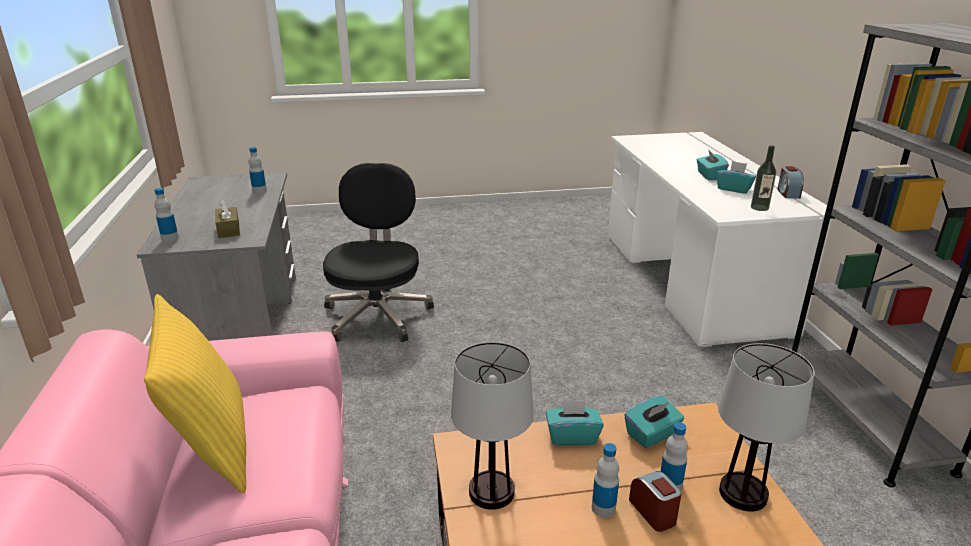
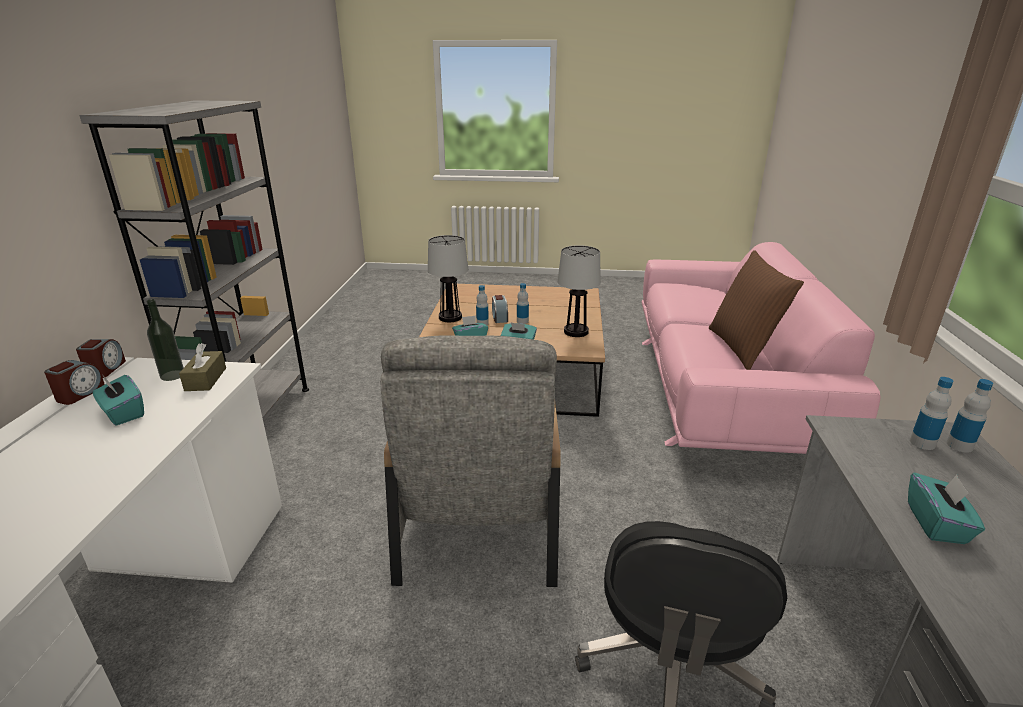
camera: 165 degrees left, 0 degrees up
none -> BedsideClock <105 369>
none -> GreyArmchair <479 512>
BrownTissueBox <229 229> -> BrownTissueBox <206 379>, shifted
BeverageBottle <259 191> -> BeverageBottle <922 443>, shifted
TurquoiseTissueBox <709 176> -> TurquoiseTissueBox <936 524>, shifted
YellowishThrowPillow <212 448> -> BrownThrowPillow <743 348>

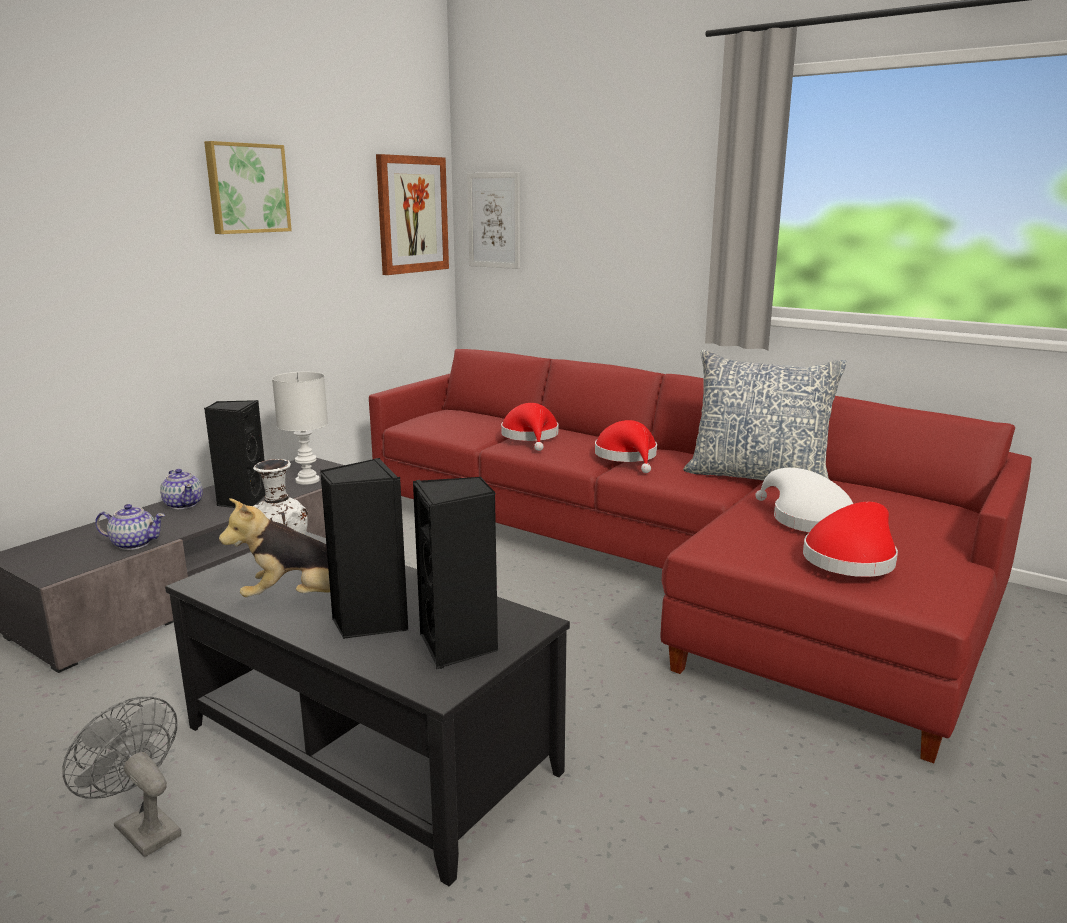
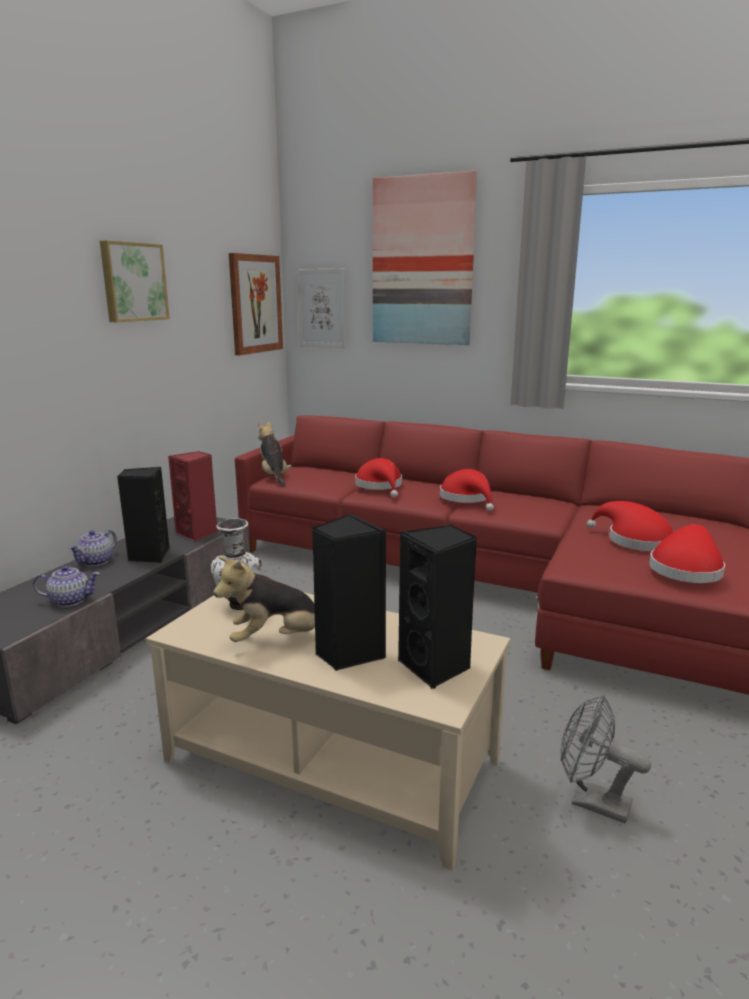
camera: 10 degrees left, 0 degrees up
ThrowPillow <757 476> -> none
none -> CuddlyToy <274 476>
none -> WallPicture <422 262>
GreyFan <141 827> -> GreyFan <591 802>, shifted
WhiteTableLamp <308 480> -> RedColouredSpeaker <198 533>
BlackishLoungeTable <372 747> -> SandColouredLoungeTable <332 759>
WhiteHat <807 519> -> RedColouredHat <634 540>
Teapot <183 504> -> Teapot <96 561>, 75 degrees clockwise

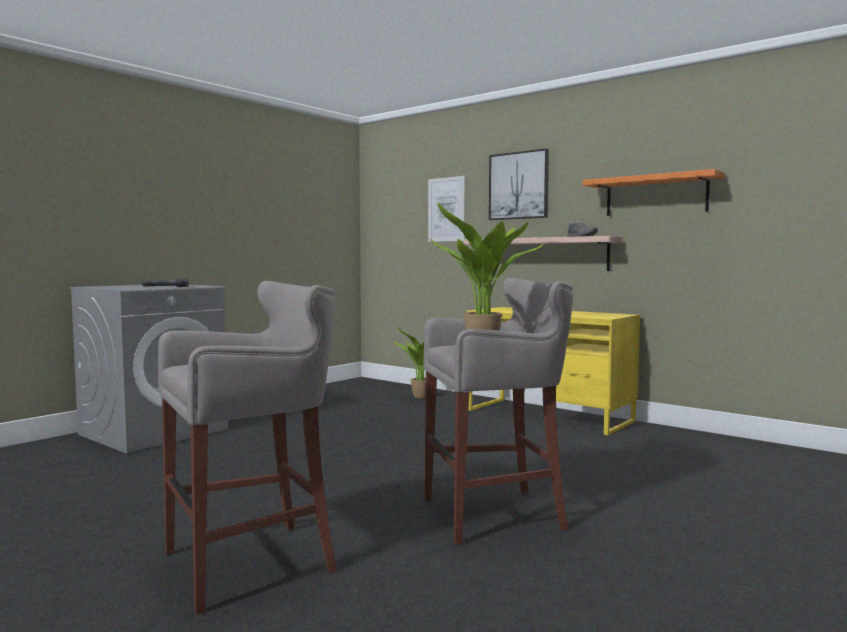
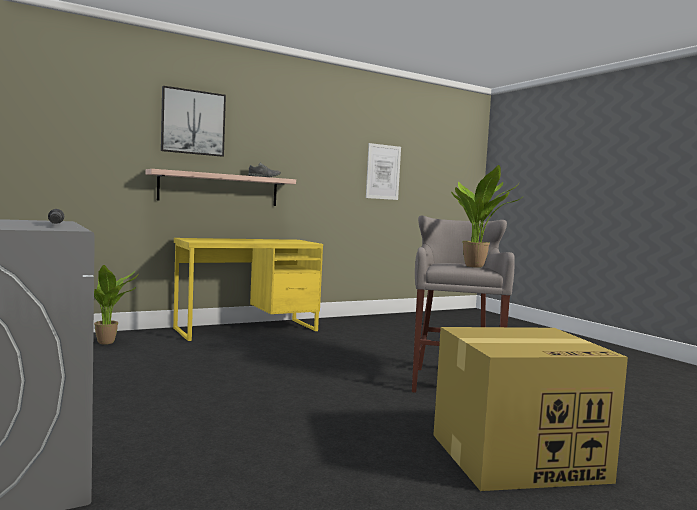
camera: 70 degrees left, 0 degrees up
OrangeWallShelf <656 195> -> none
WallPicture <446 209> -> WallPicture <383 172>, shifted
GreyStool <254 562> -> CardboardBox <519 457>

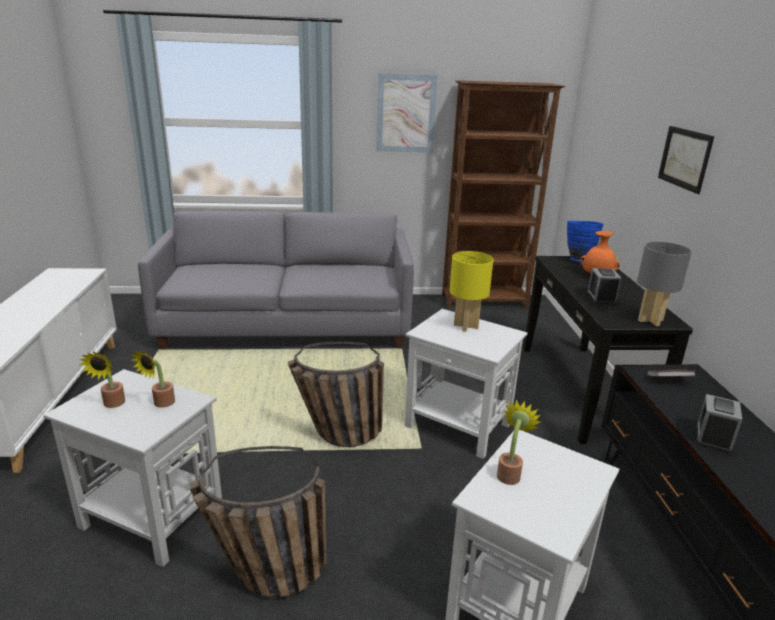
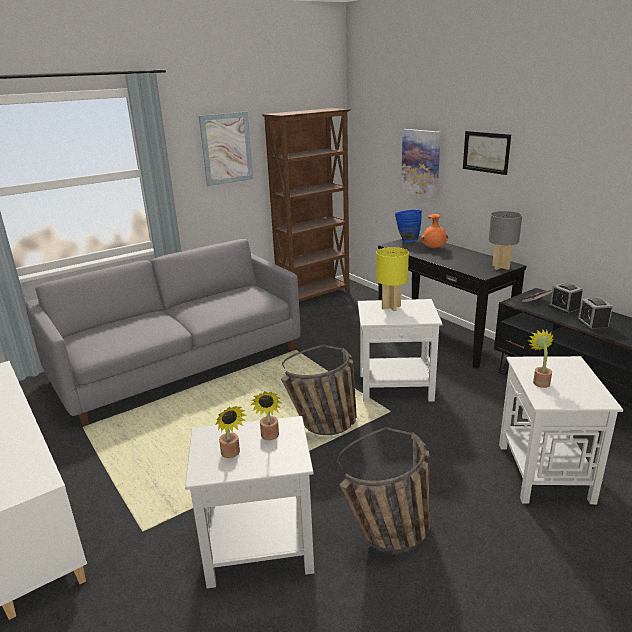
camera: 30 degrees left, 0 degrees up
none -> WallPicture <421 163>
BedsideClock <601 298> -> BedsideClock <564 308>, shifted

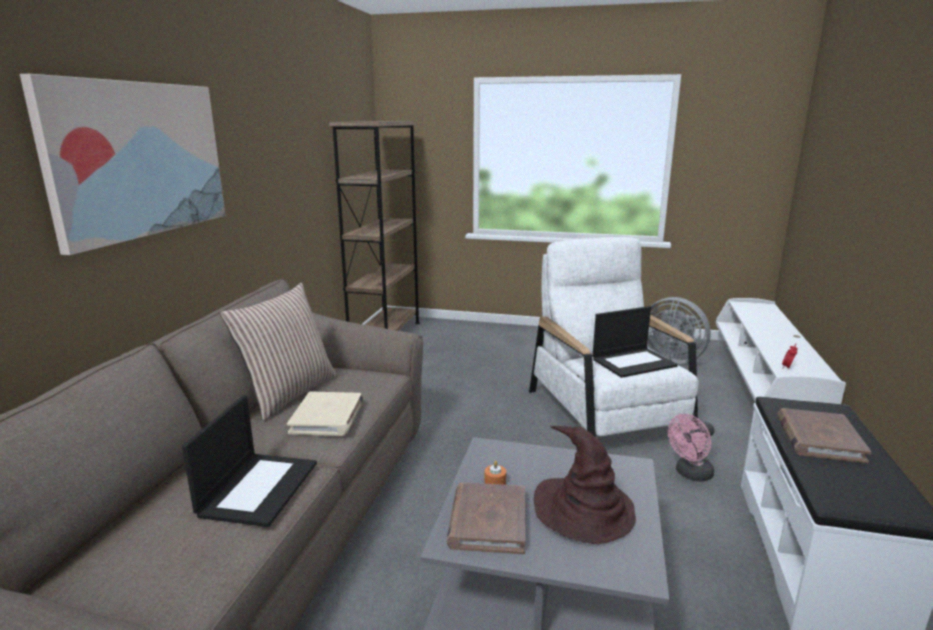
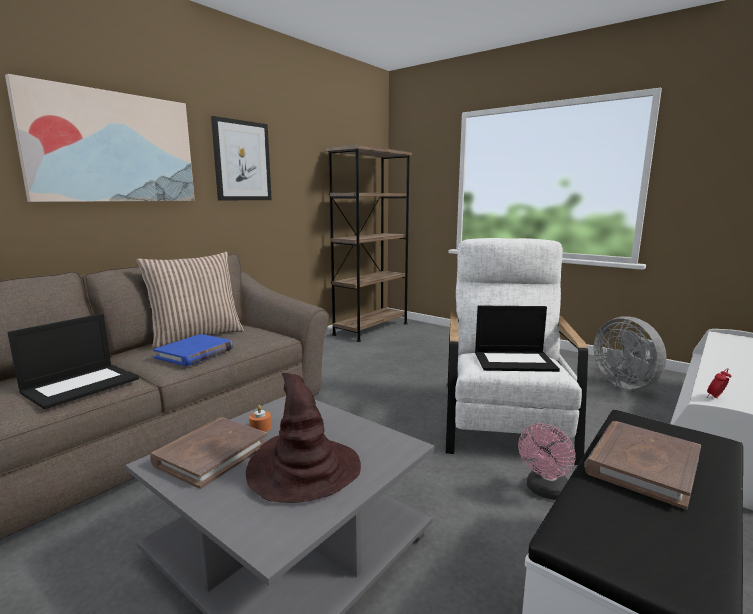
camera: 25 degrees right, 5 degrees down
none -> WallPicture <242 161>
SandColouredBoundBook <328 417> -> BlueBoundBook <195 353>
PinkFan <690 474> -> PinkFan <545 491>, 45 degrees counterclockwise

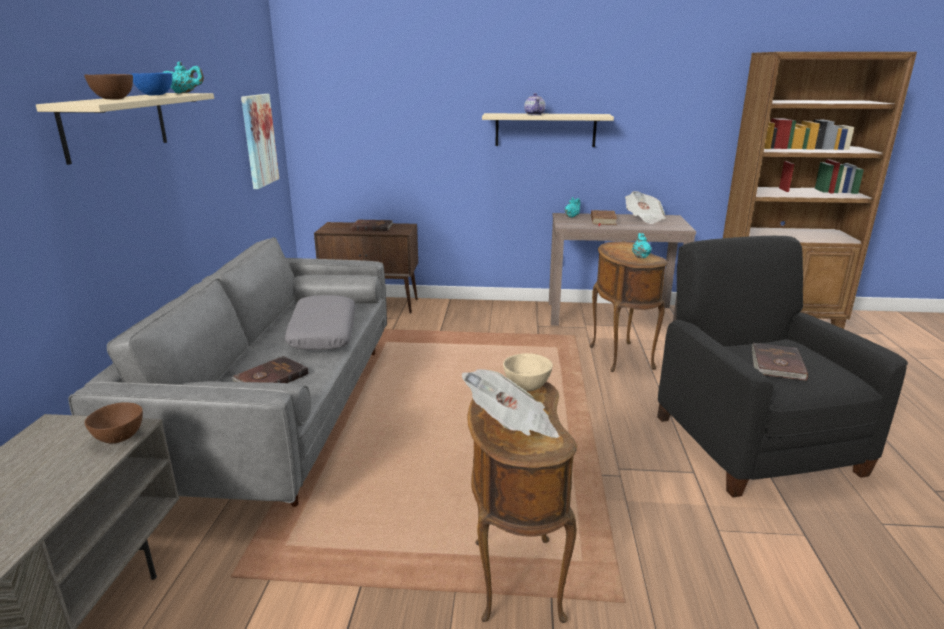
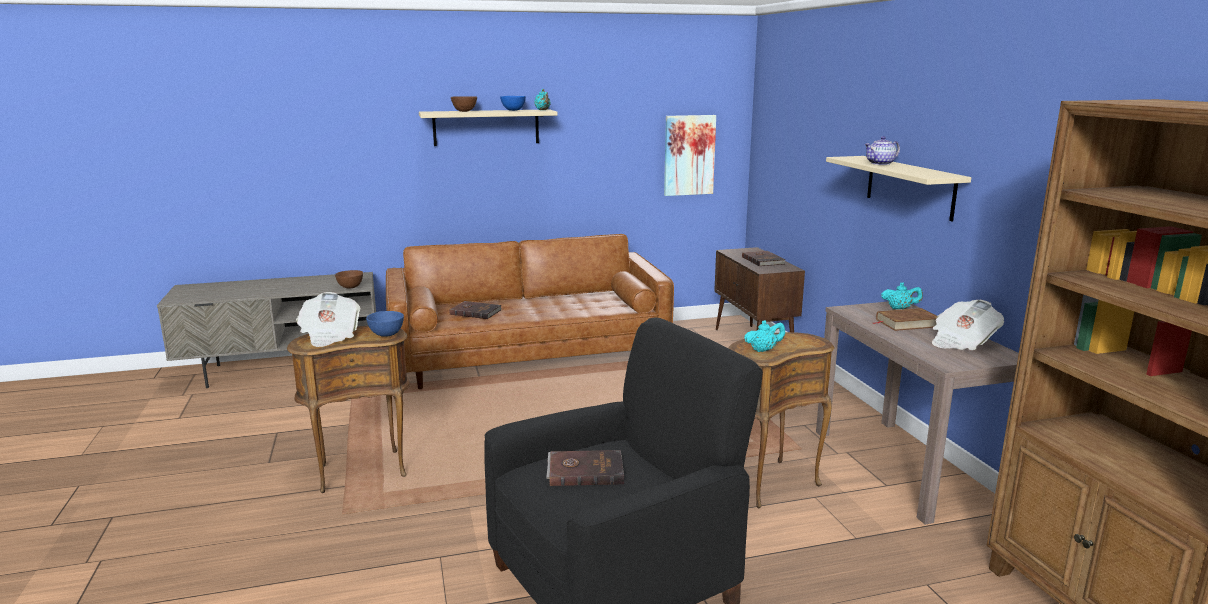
camera: 70 degrees right, 5 degrees down
GreyThrowPillow <322 333> -> none
GreySettee <279 412> -> BrownSettee <528 358>
SandColouredDeepDish <526 387> -> BlueDeepDish <386 334>

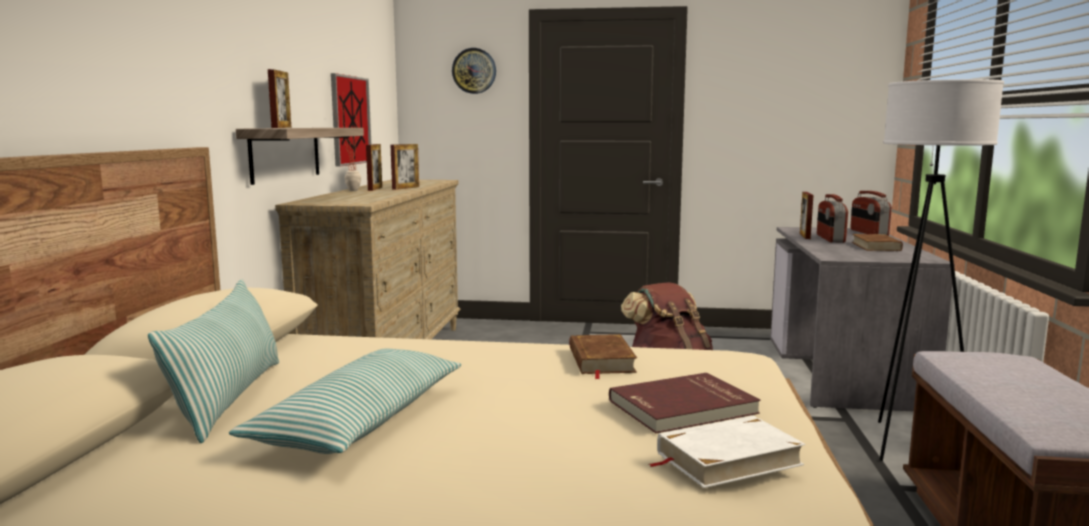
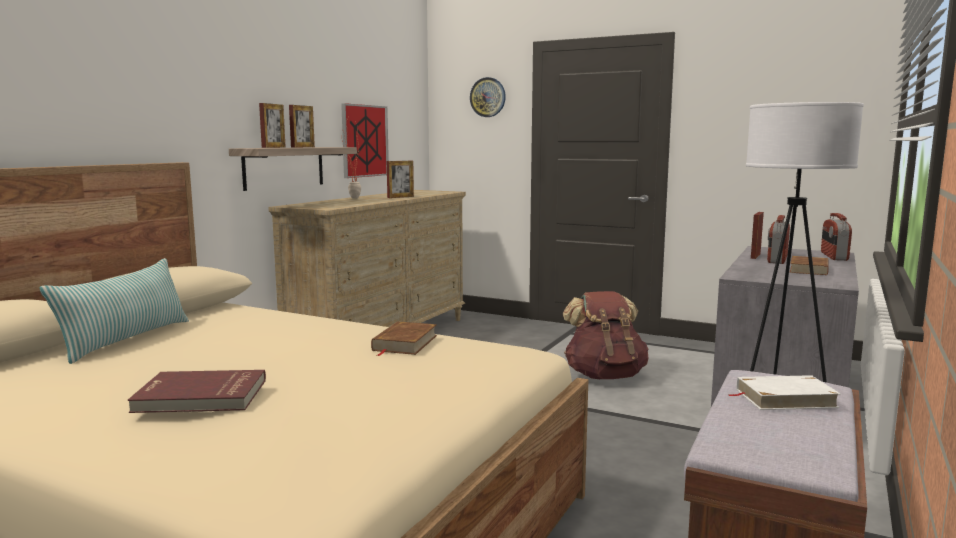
camera: 20 degrees right, 0 degrees up
ThrowPillow <361 421> -> none
StandingFrame <375 189> -> StandingFrame <303 147>, shifted
RedColouredBoundBook <684 408> -> RedColouredBoundBook <200 396>, shifted
WhiteBoundBook <727 459> -> WhiteBoundBook <785 398>, shifted

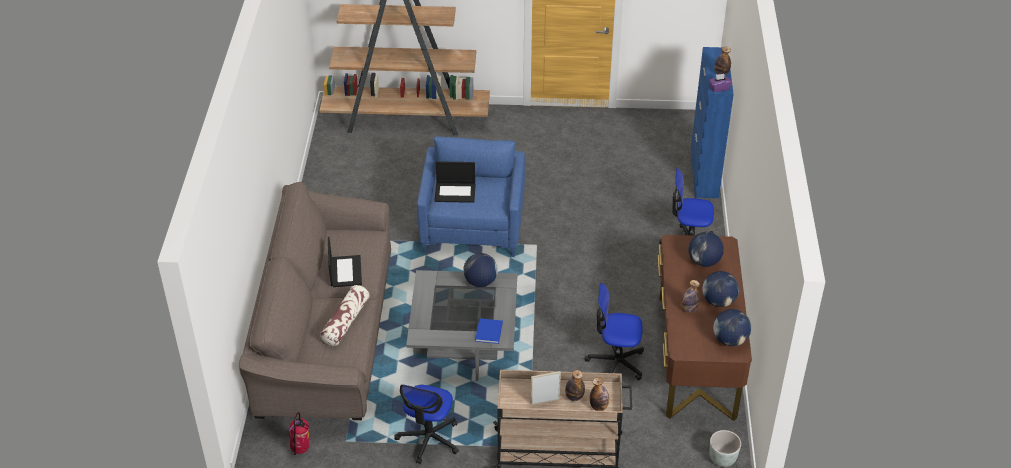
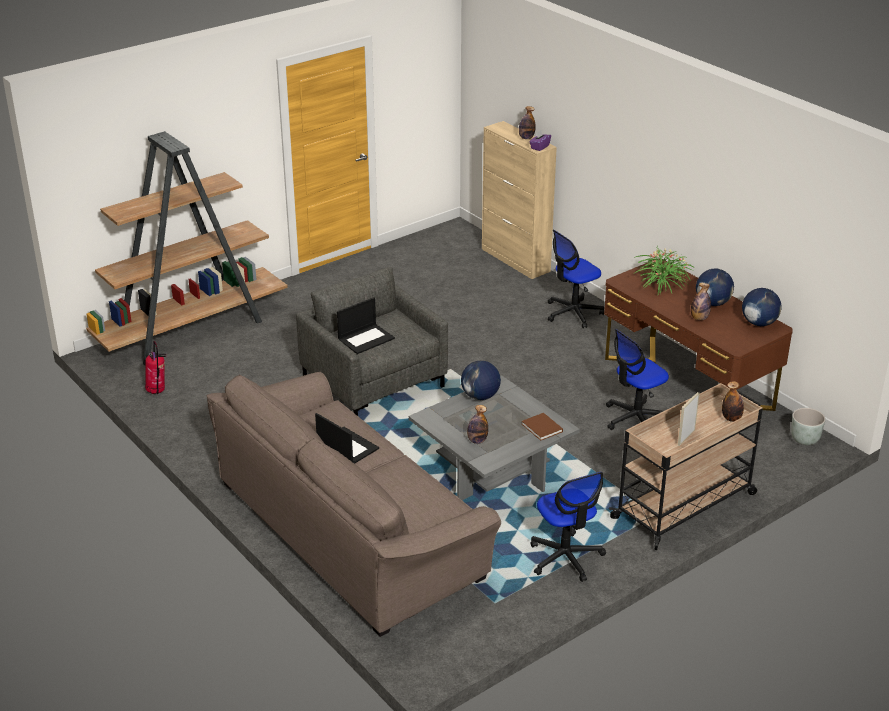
camera: 40 degrees left, 10 degrees down
ThrowPillow <346 321> -> none
Extinguisher <301 450> -> Extinguisher <157 391>, shifted
BeverageBottle <574 397> -> BeverageBottle <477 440>, shifted
WorldGlobe <704 262> -> PottedPlant <662 283>
BlueArmchair <473 226> -> GreyArmchair <374 381>
BlueBoundBook <488 332> -> BrownBoundBook <542 428>
BlueCabinet <704 173> -> SandColouredCabinet <515 260>

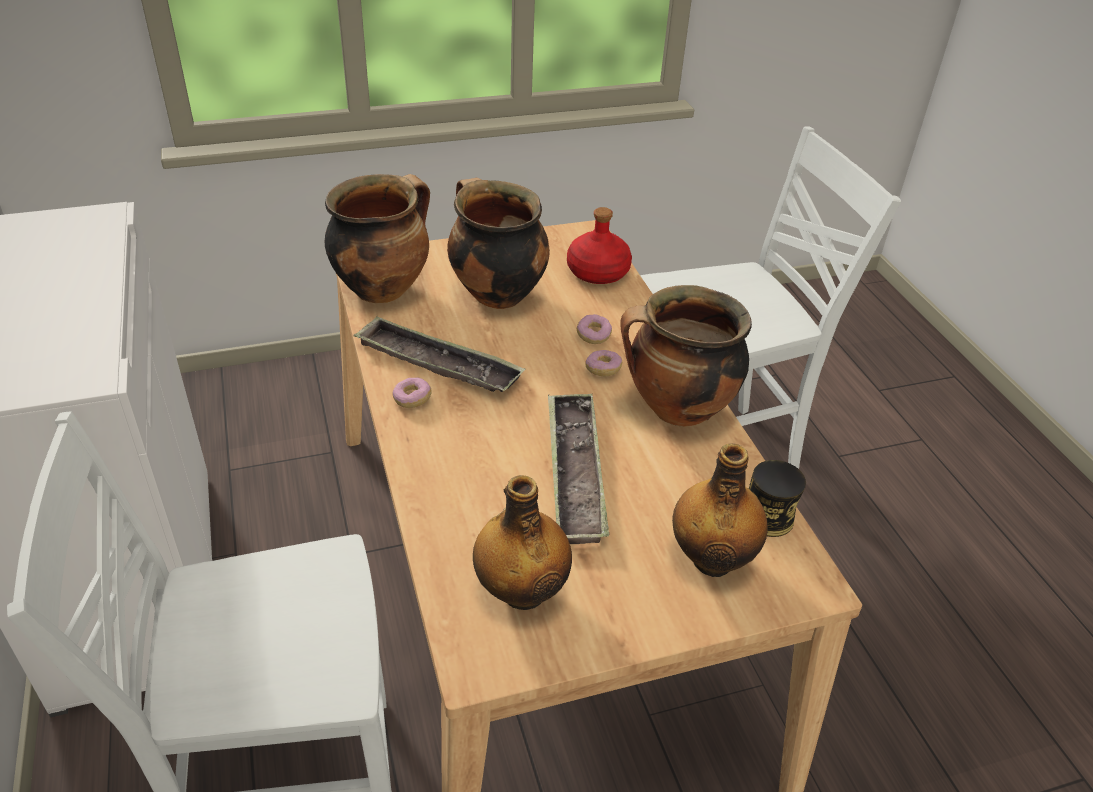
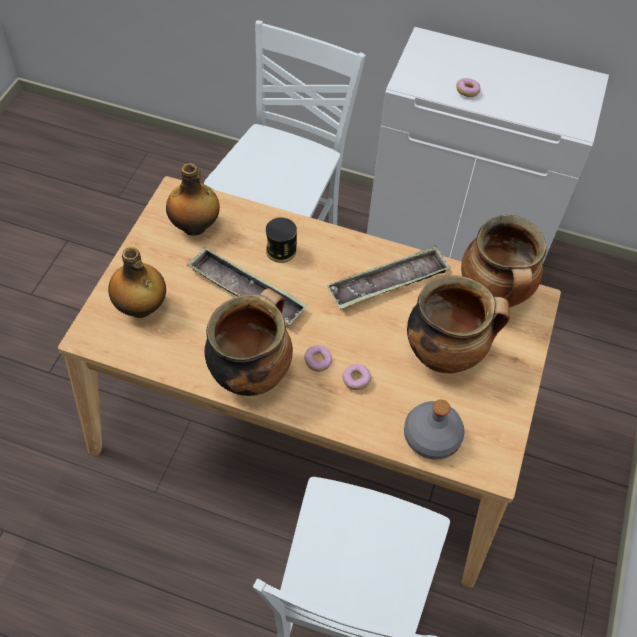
camera: 125 degrees right, 15 degrees up
Donut <412 399> -> Donut <467 92>, shifted
Can <768 517> -> Can <281 250>, shifted
RedColouredBeverageBottle <598 272> -> GreyBeverageBottle <431 436>

